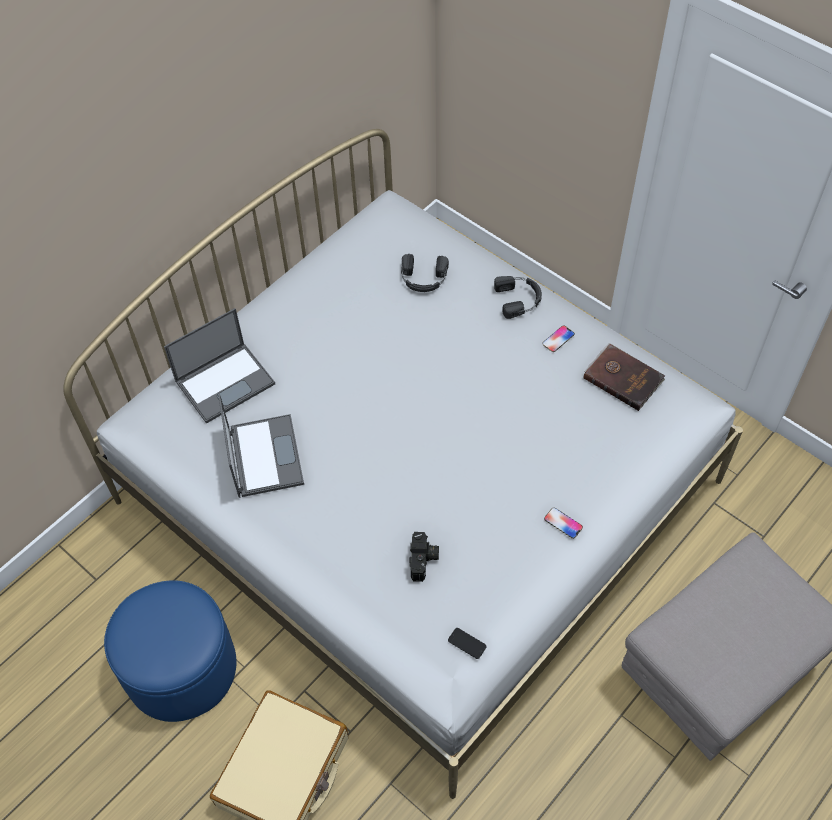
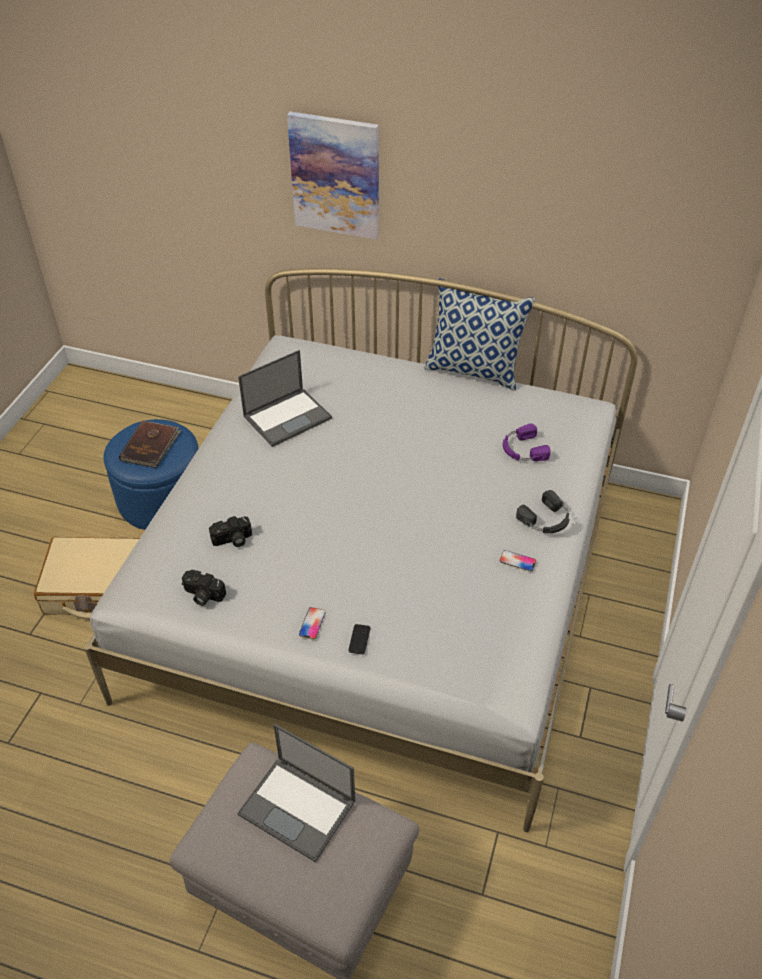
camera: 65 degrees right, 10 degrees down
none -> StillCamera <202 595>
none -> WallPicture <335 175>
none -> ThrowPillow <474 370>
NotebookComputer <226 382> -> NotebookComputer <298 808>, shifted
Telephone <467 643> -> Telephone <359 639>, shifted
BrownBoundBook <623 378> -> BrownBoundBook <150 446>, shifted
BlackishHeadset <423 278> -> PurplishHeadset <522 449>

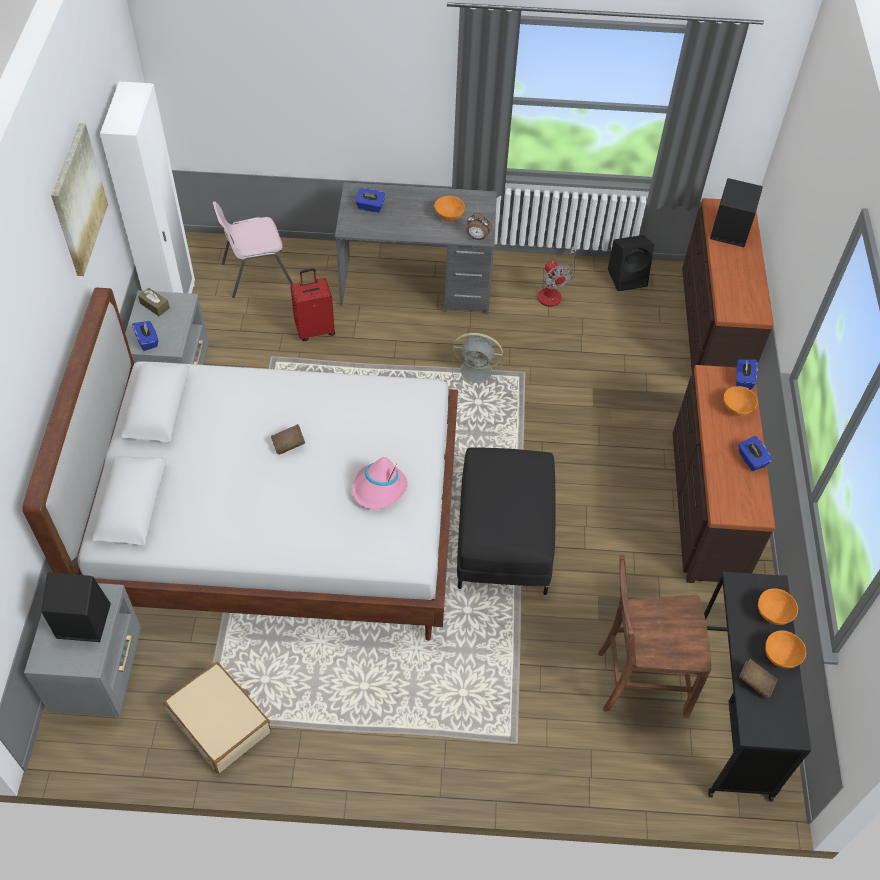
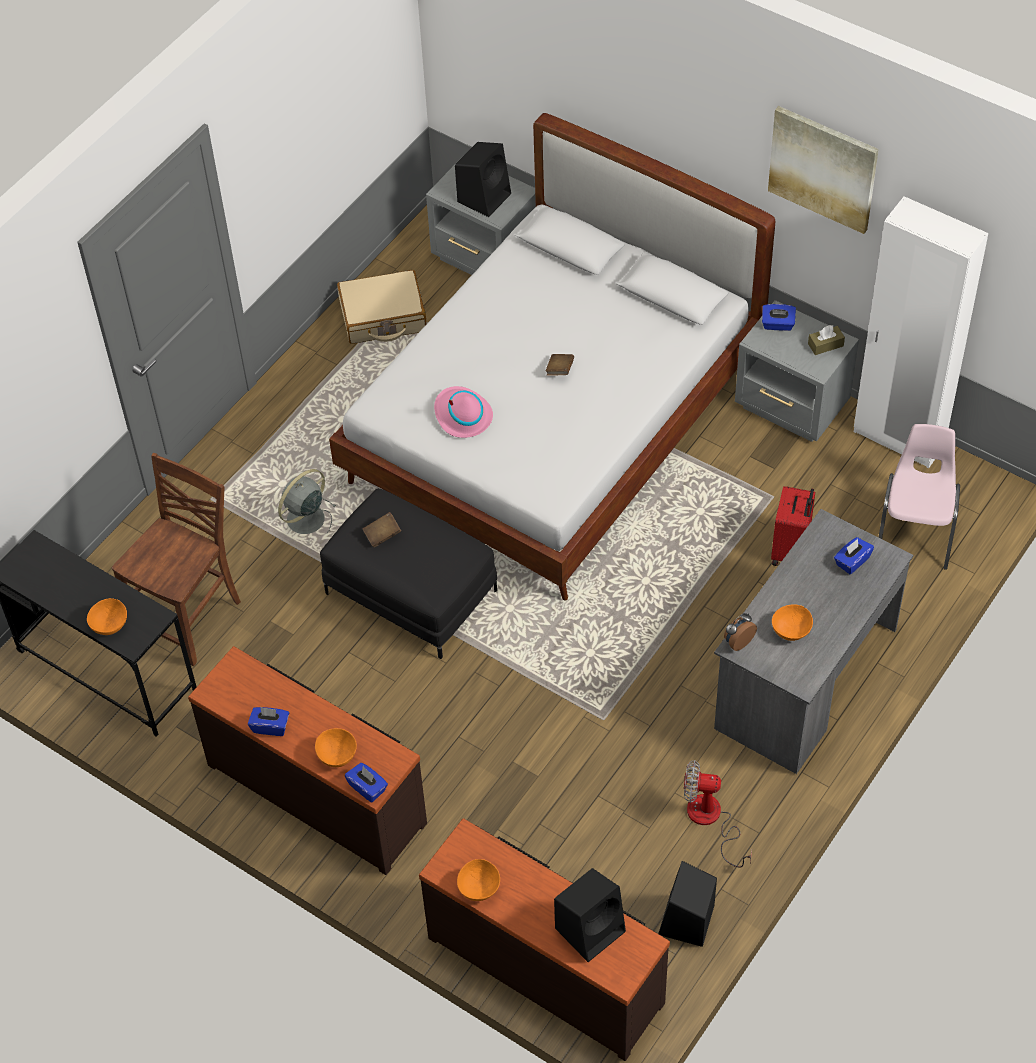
camera: 125 degrees right, 0 degrees up
GreyFan <478 372> -> GreyFan <304 520>, shifted
BrownBoundBook <755 682> -> BrownBoundBook <382 535>, shifted
OrangeDeepDish <780 656> -> OrangeDeepDish <480 888>, shifted

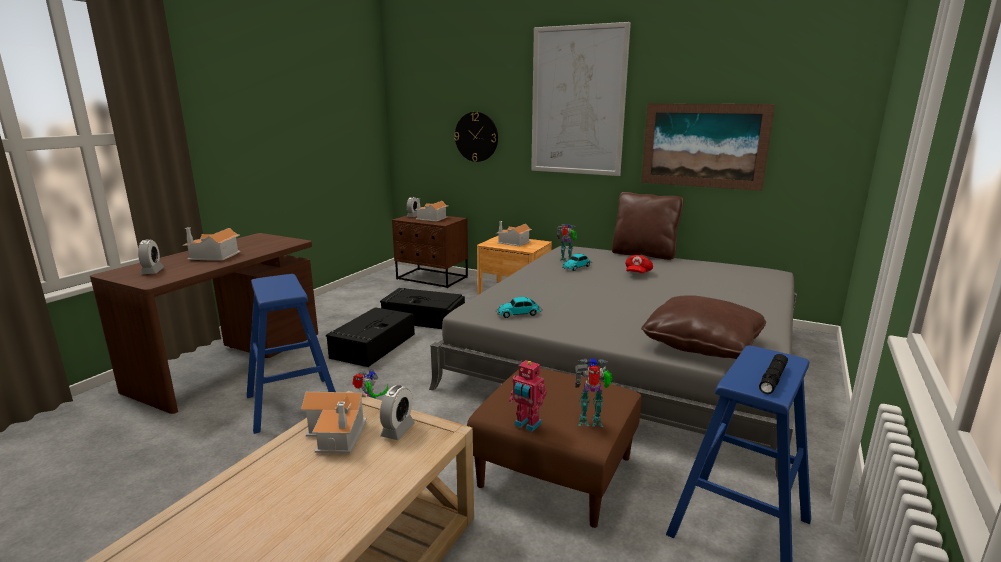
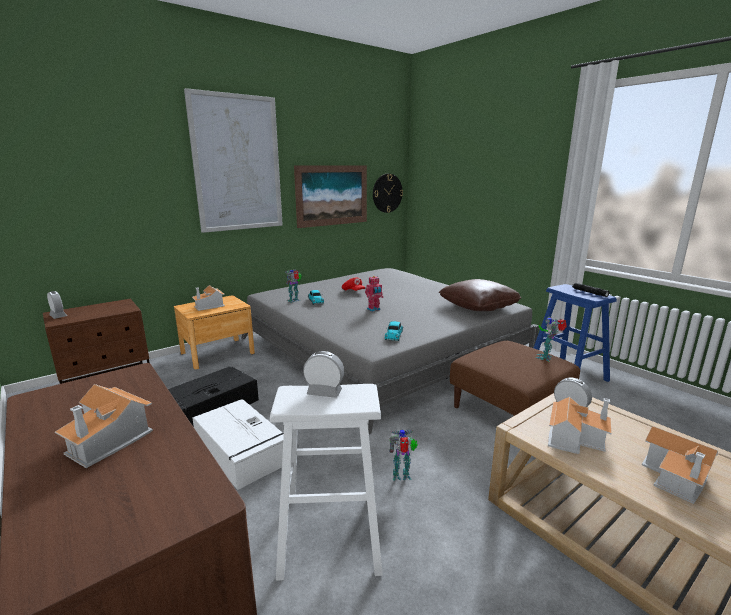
camera: 65 degrees left, 0 degrees up
BrownThrowPillow <644 254> -> none
BedsideClock <152 271> -> BedsideClock <324 392>, shifted
ToyHouse <431 218> -> ToyHouse <677 477>, shifted
HangingClock <476 137> -> HangingClock <387 193>, shifted
ToyRobot <527 425> -> ToyRobot <374 309>, shifted
BlueStool <293 403> -> WhiteStool <330 533>
BlackishStorageBox <372 346> -> WhiteStorageBox <241 452>

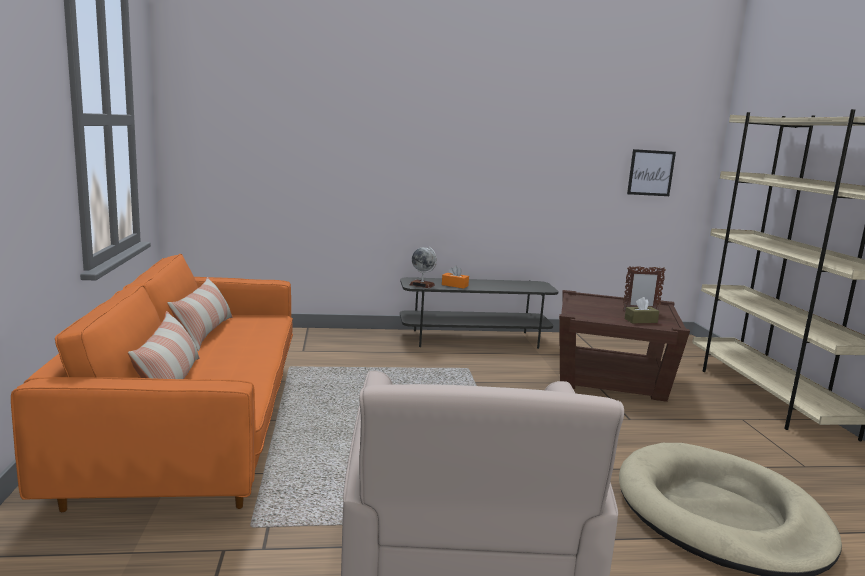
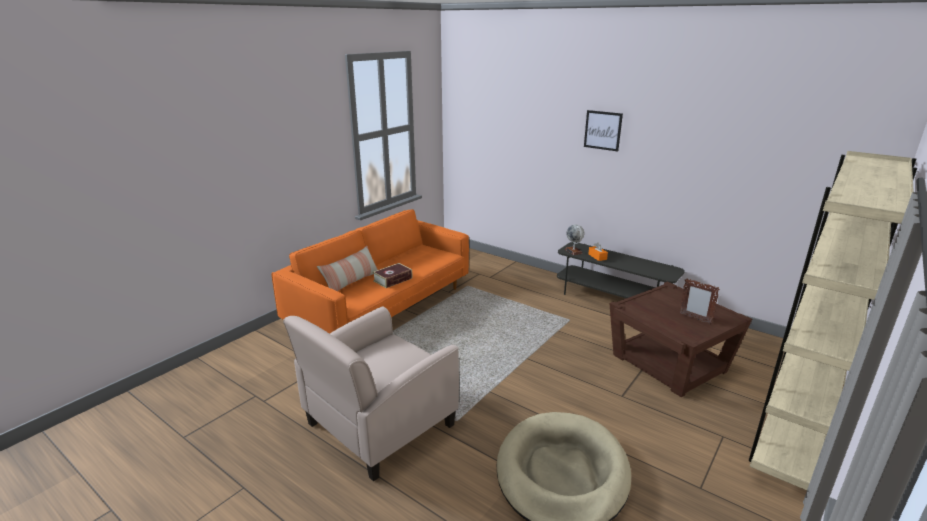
camera: 45 degrees right, 10 degrees up
ThrowPillow <204 332> -> none
BrownTissueBox <640 321> -> none
none -> BoundBook <393 279>
WallPicture <650 173> -> WallPicture <602 130>, shifted

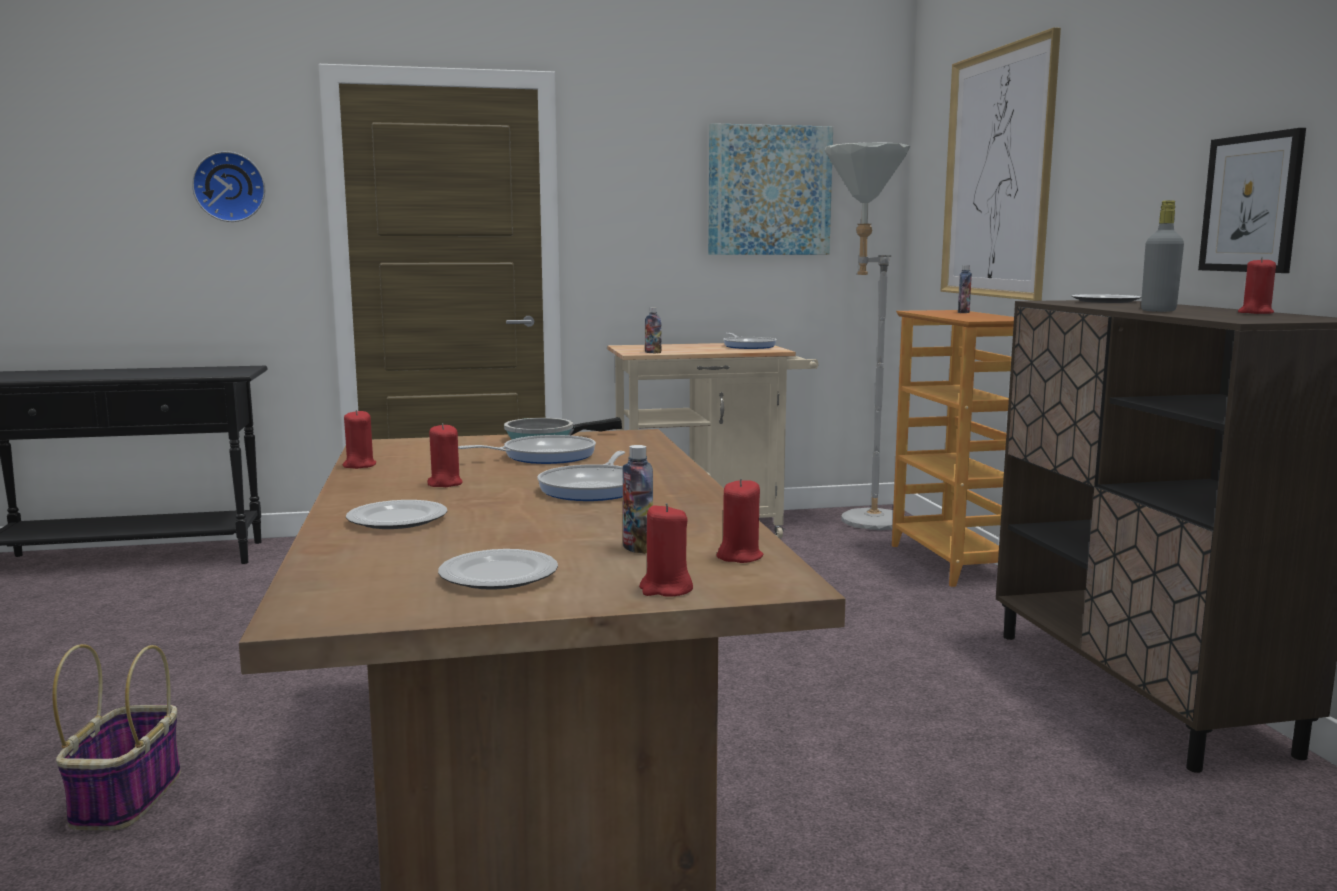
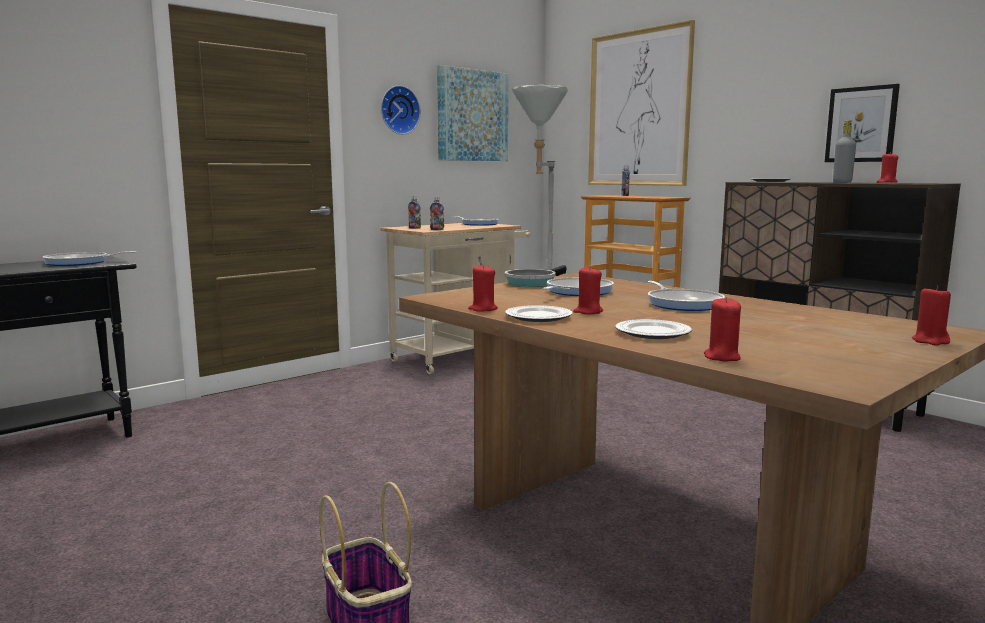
camera: 30 degrees left, 0 degrees up
none -> Pan <80 262>
HangingClock <230 187> -> HangingClock <398 110>, shifted
Plate <497 576> -> Plate <538 317>, shifted
BeverageBottle <638 548> -> BeverageBottle <414 228>, shifted
RedColouredWaxLight <739 556> -> RedColouredWaxLight <721 357>, shifted

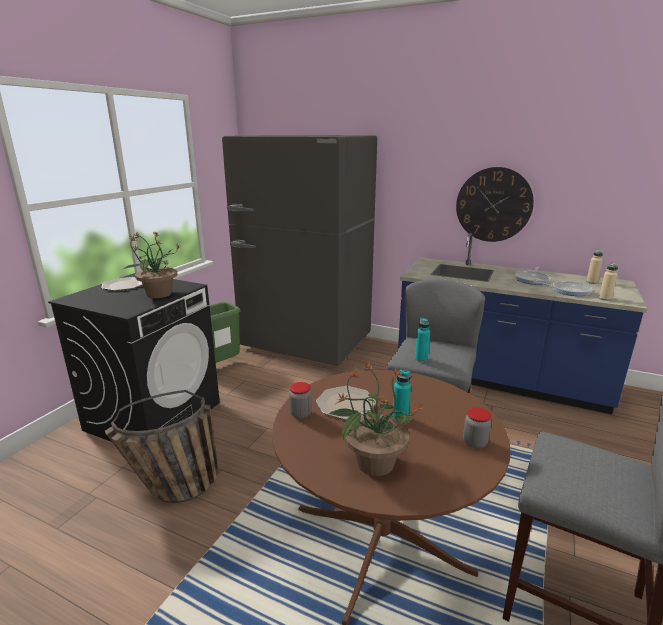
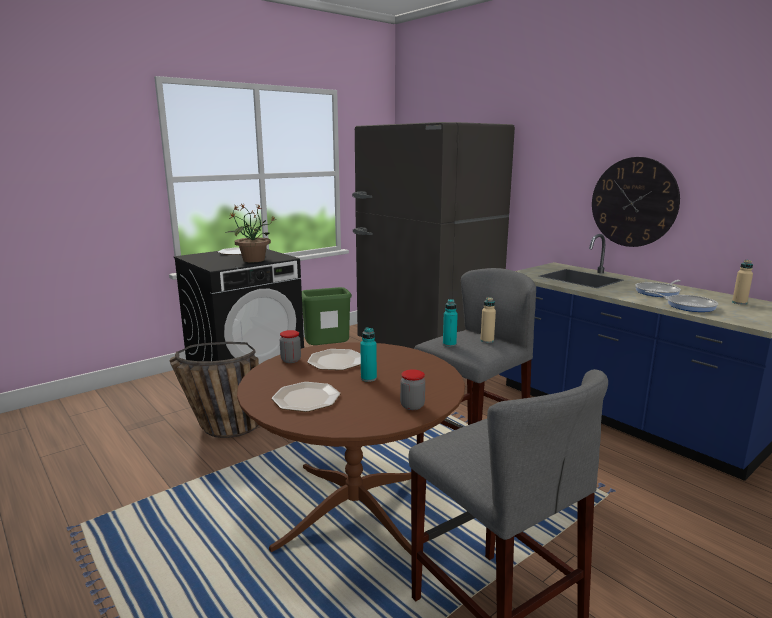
camera: 25 degrees right, 5 degrees down
SandColouredBeverageBottle <604 299> -> SandColouredBeverageBottle <487 340>, shifted
PottedPlant <373 462> -> Plate <307 398>

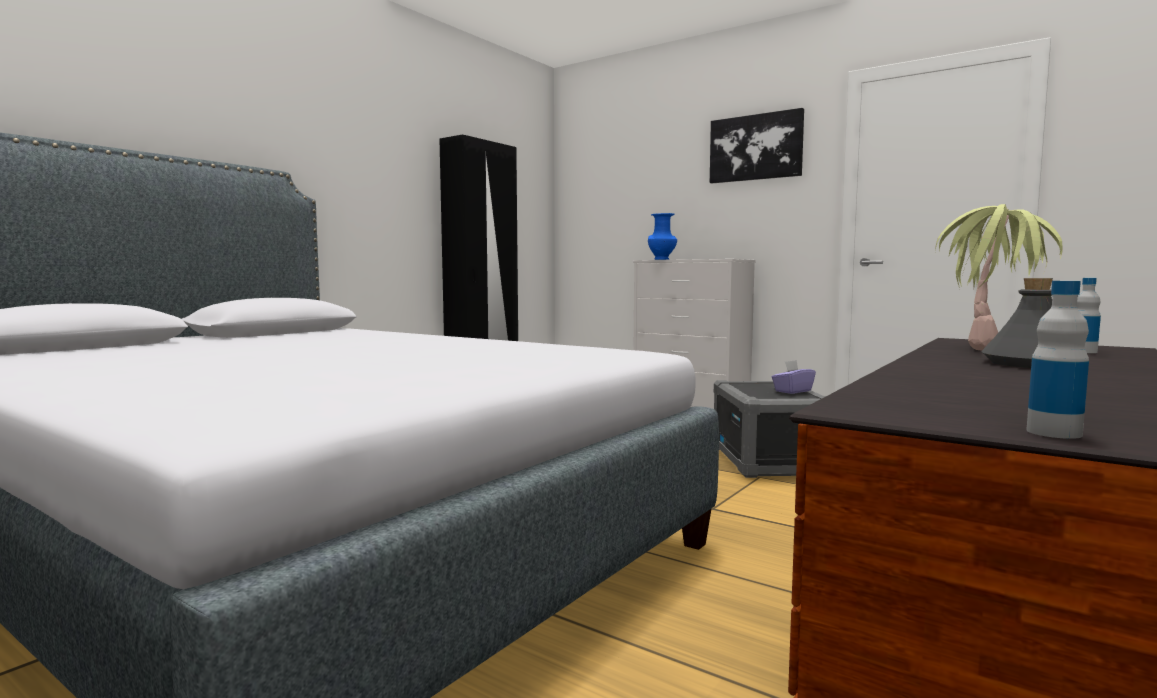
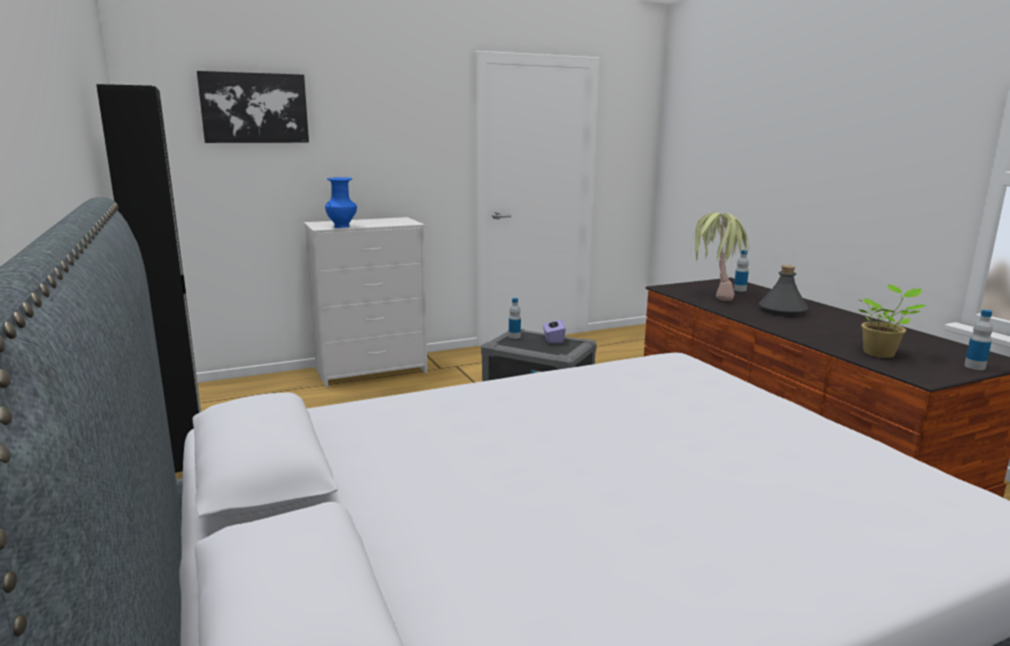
camera: 60 degrees left, 10 degrees up
none -> BeverageBottle <514 336>
none -> PottedPlant <881 353>
WallPicture <755 147> -> WallPicture <254 108>, shifted

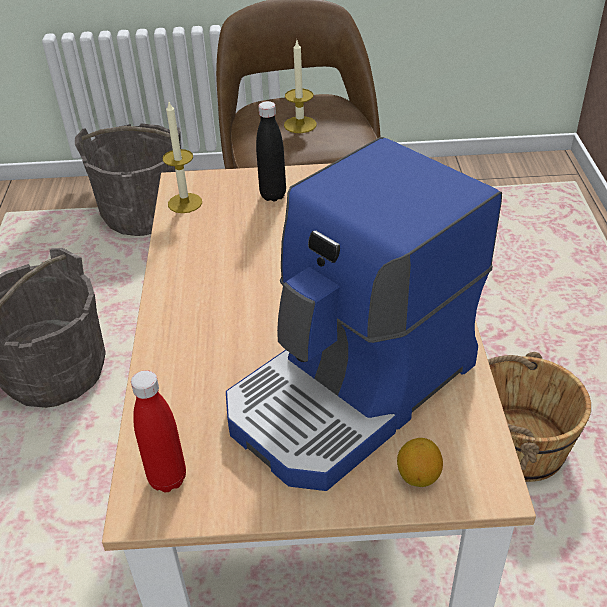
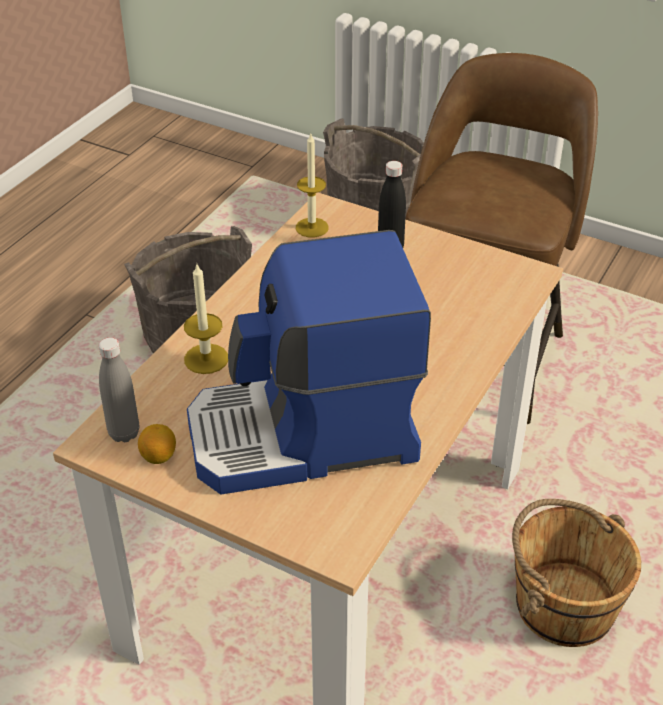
camera: 30 degrees right, 0 degrees up
WaxLight <300 125> -> WaxLight <206 359>, shifted
Lemon <418 476> -> Lemon <158 457>, shifted
RedColouredBeverageBottle <167 479> -> GreyBeverageBottle <124 433>

